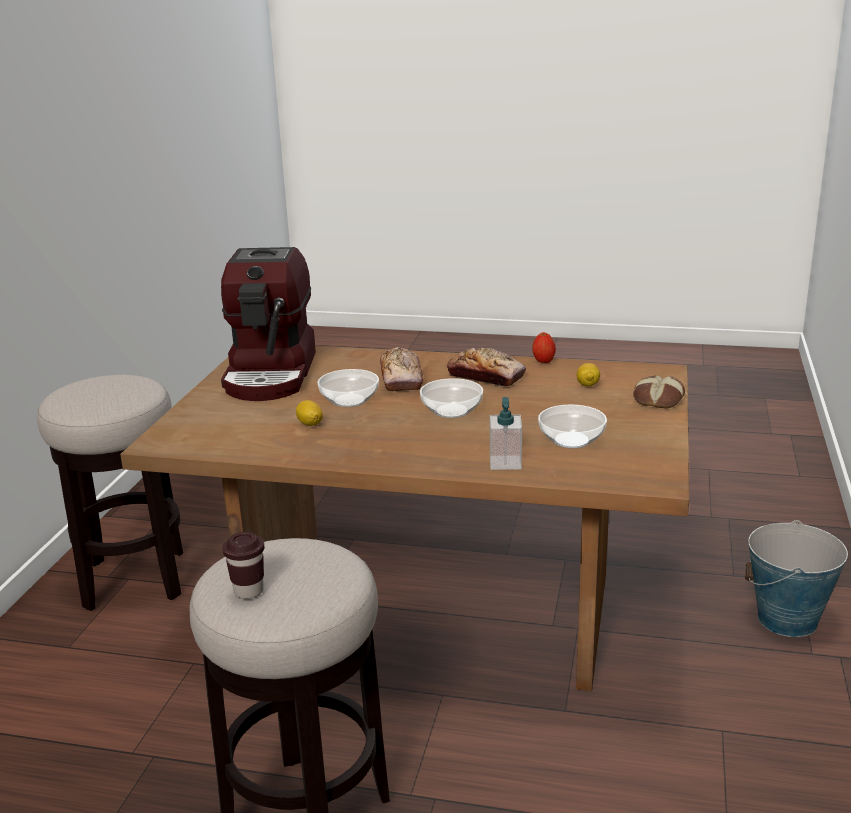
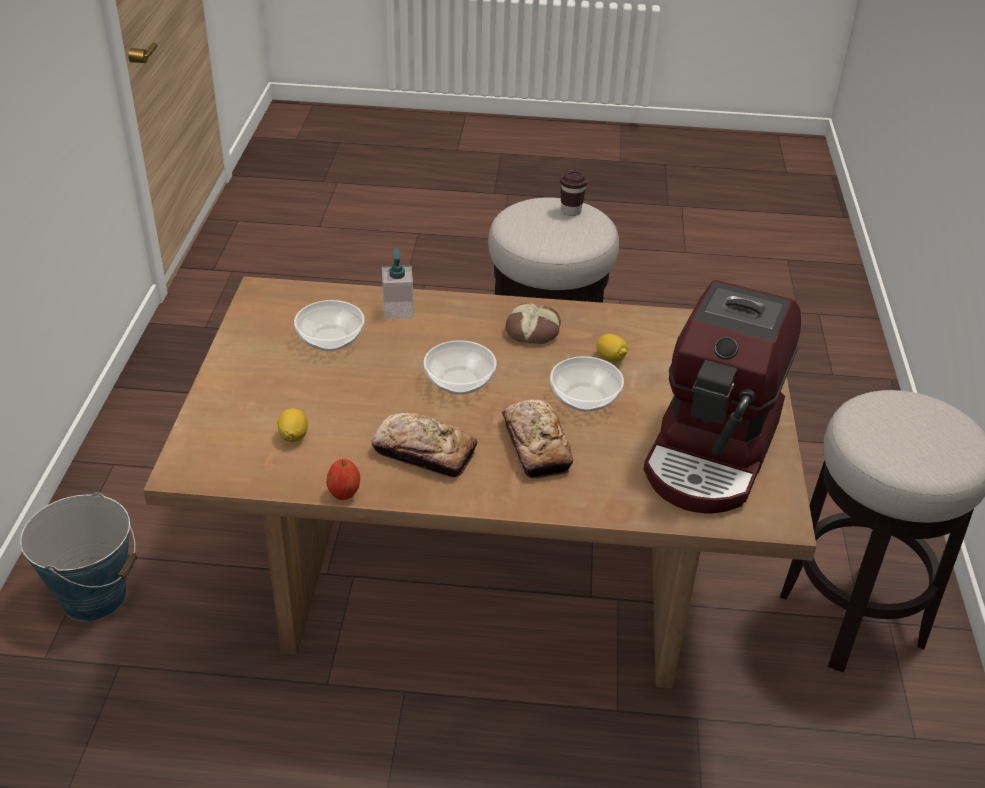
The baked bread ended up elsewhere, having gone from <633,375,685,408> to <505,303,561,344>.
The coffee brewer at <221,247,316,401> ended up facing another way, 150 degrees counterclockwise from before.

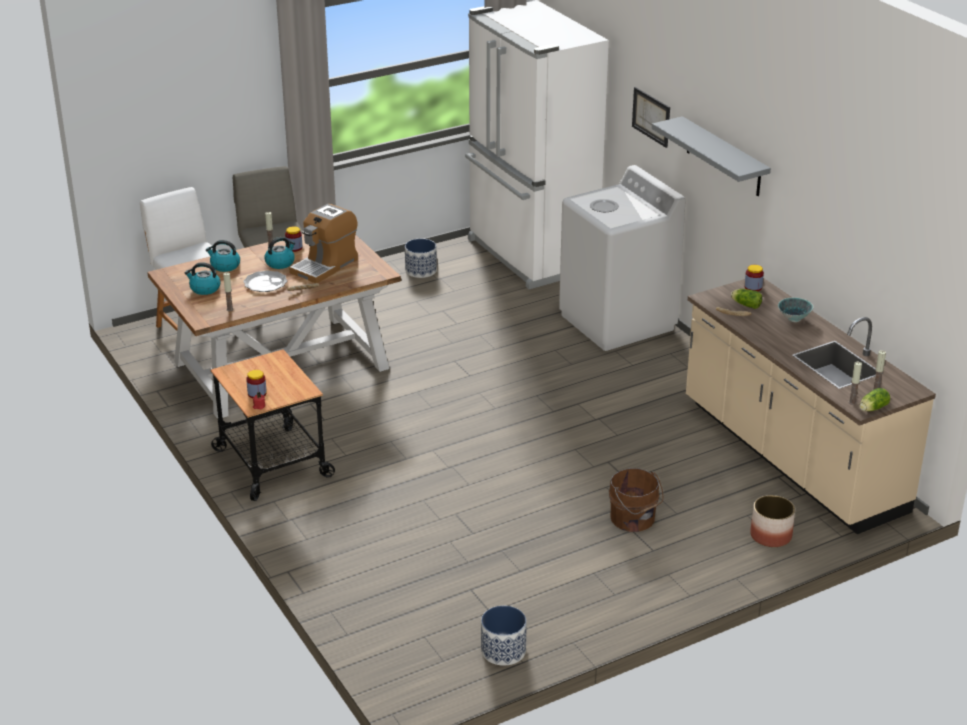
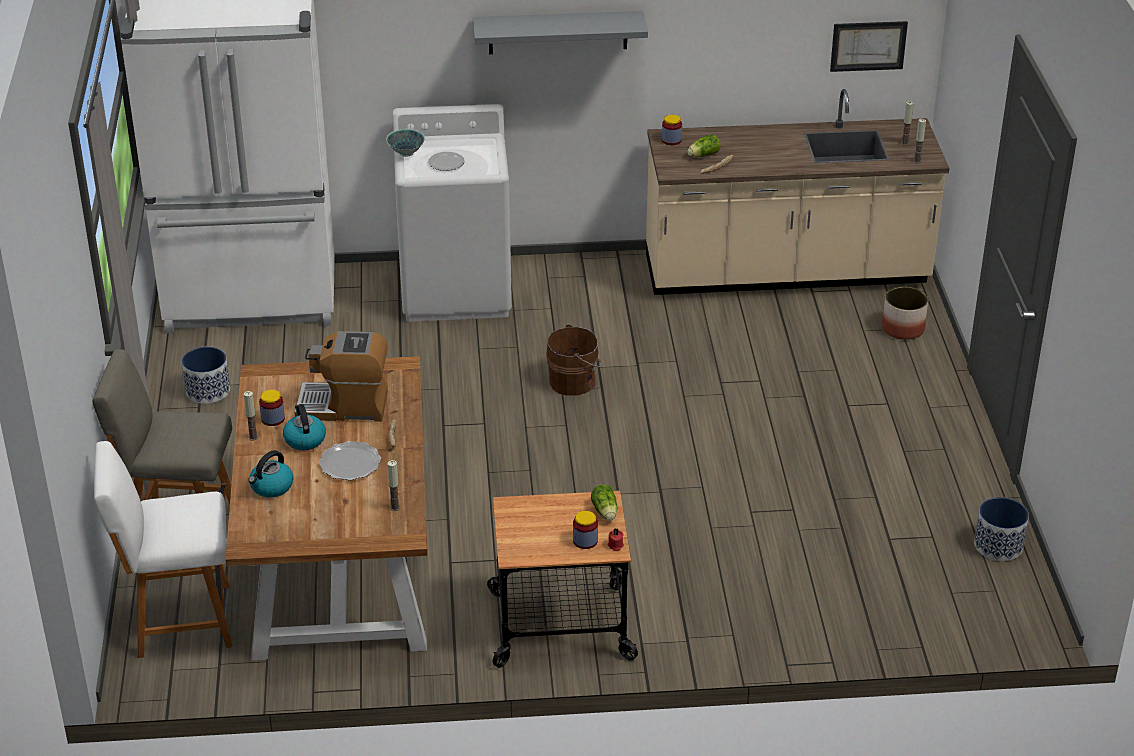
The coffee brewer at <289,204,358,283> ended up facing another way, 120 degrees clockwise from before.
The deep dish ended up elsewhere, having gone from <778,297,813,322> to <386,129,425,157>.
The water bucket in brown ended up elsewhere, having gone from <609,468,663,532> to <546,325,601,396>.
The lettuce ended up elsewhere, having gone from <860,388,890,411> to <591,484,618,521>.
The wall art ended up elsewhere, having gone from <632,87,670,148> to <830,21,908,72>.
The second view lost the water kettle at <185,262,221,295>.

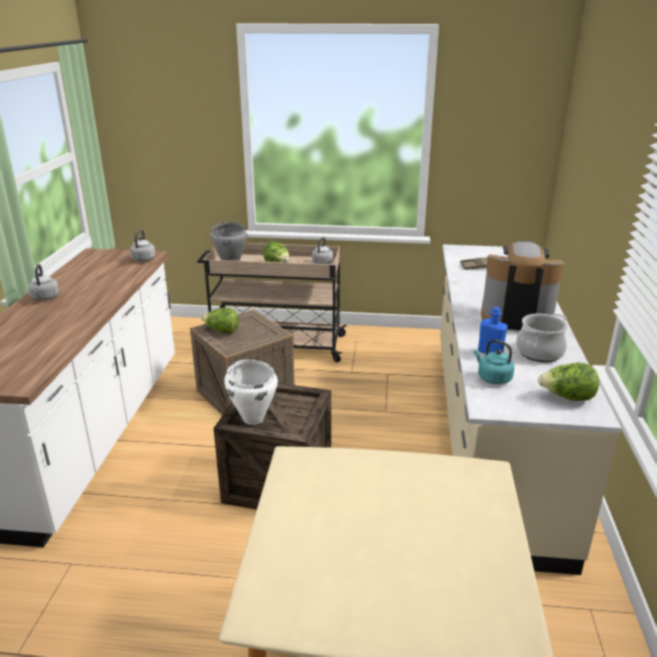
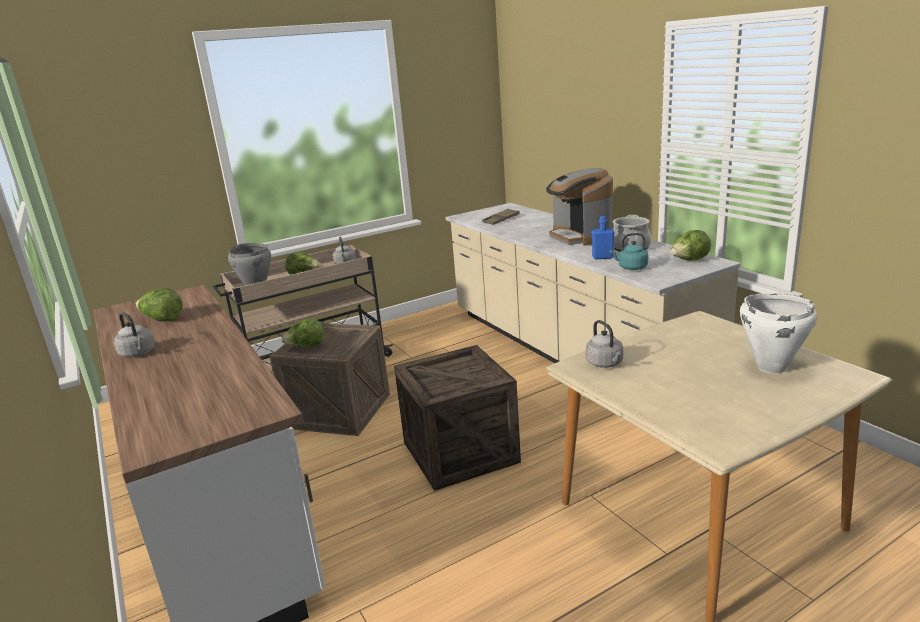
The second view gained the lettuce at <136,288,183,322>.
The coffee brewer at <481,240,564,330> ended up facing another way, 90 degrees counterclockwise from before.
The water kettle in gray ended up elsewhere, having gone from <130,230,155,262> to <586,320,623,368>.
The stockpot in white ended up elsewhere, having gone from <224,360,278,425> to <740,293,817,374>.

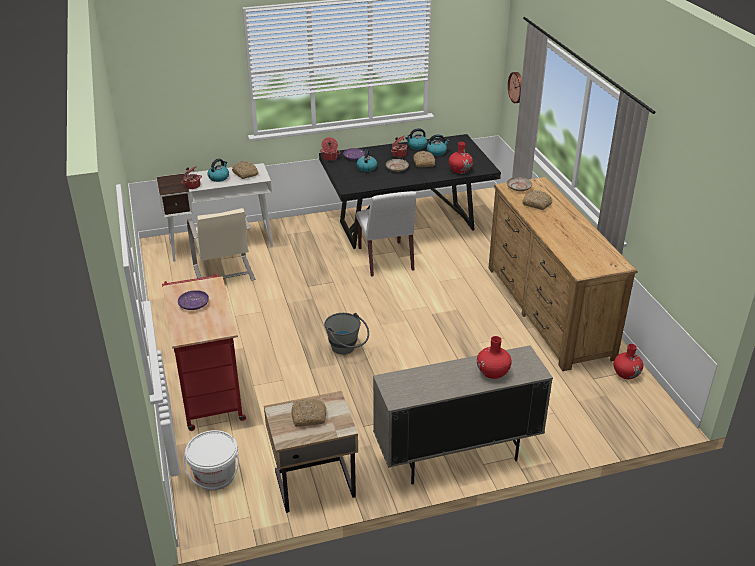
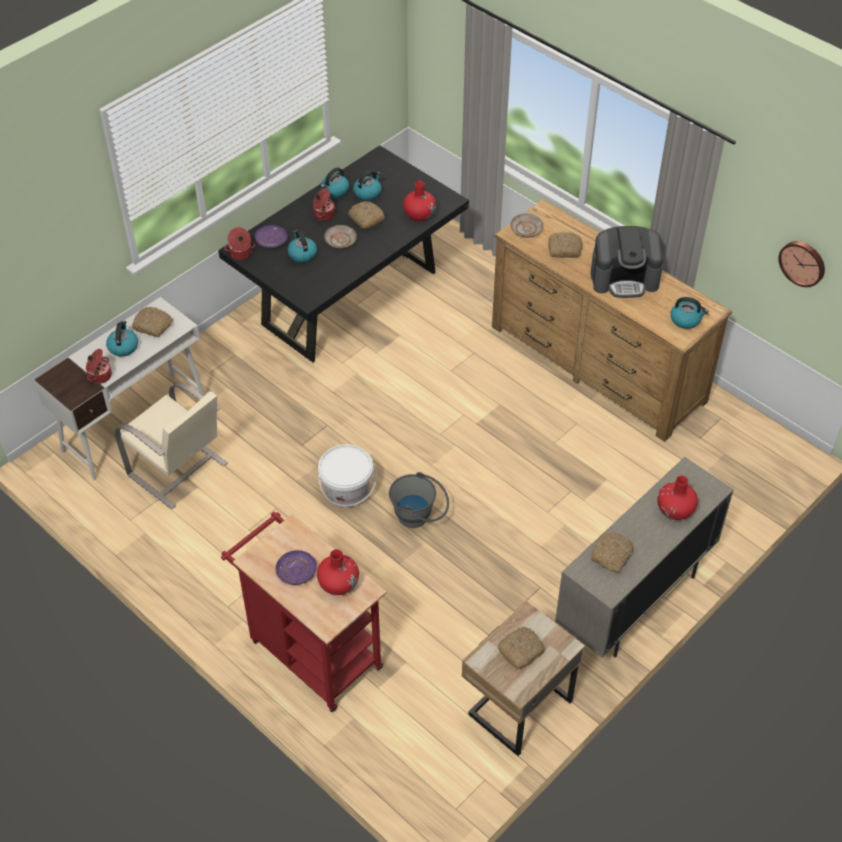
The vase in red-coloured ended up elsewhere, having gone from <614,344,643,379> to <317,549,359,595>.
The water bucket in white ended up elsewhere, having gone from <183,430,239,491> to <318,444,377,507>.
The second view gained the coffee brewer at <591,226,663,298>.
The second view gained the baked bread at <591,532,634,573>.
The second view gained the water kettle at <670,297,709,329>.
The clock on the wall ended up elsewhere, having gone from <508,72,522,103> to <778,241,825,287>.
The second view lost the chair in white at <356,191,416,277>.

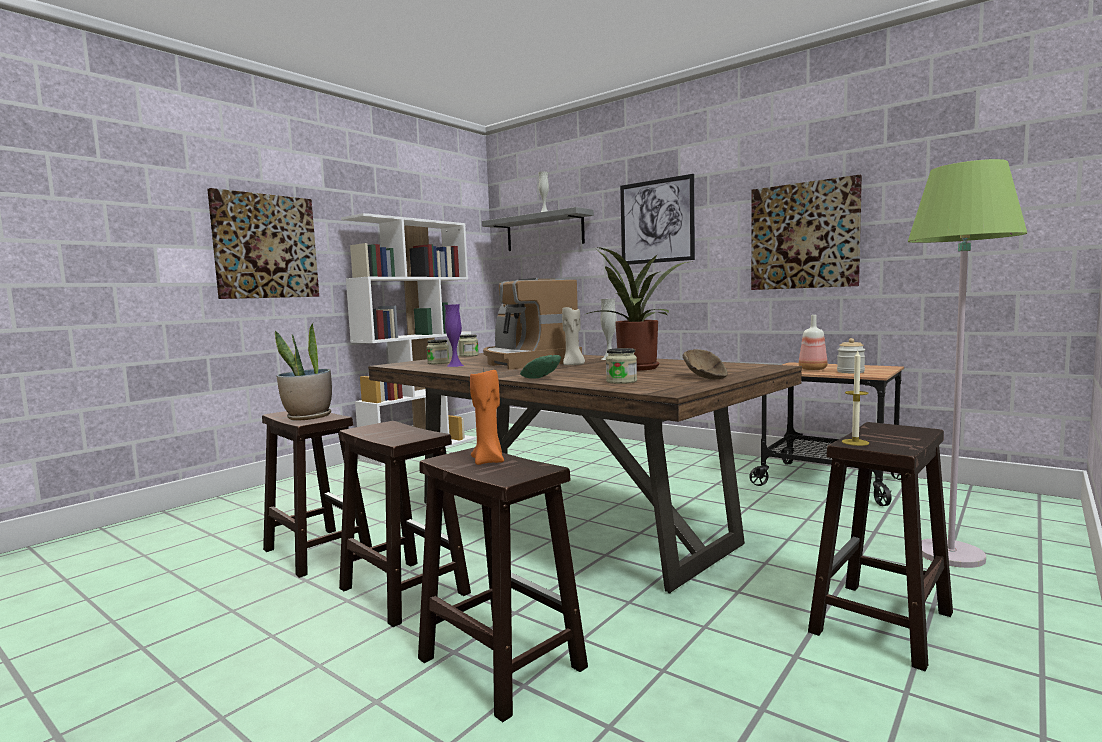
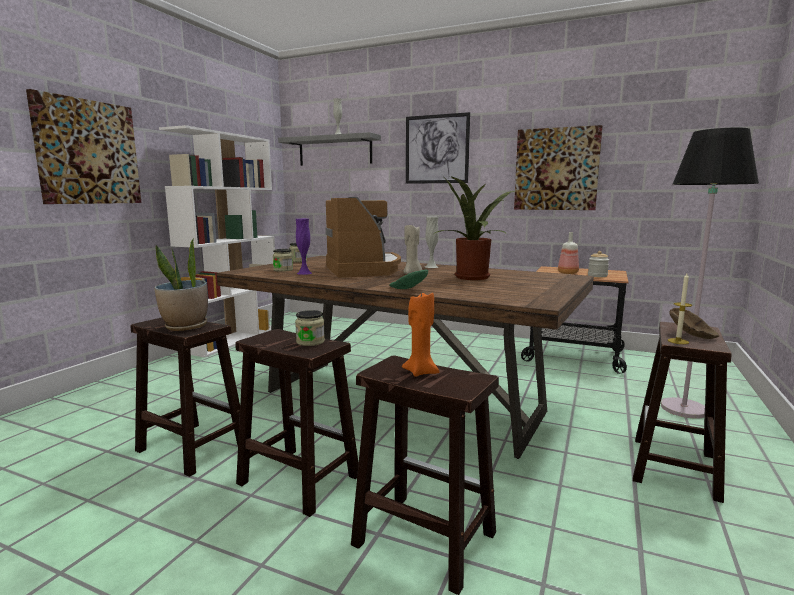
The storage jar ended up elsewhere, having gone from <606,348,637,384> to <295,310,325,346>.
The coffee brewer at <483,278,582,370> ended up facing another way, 150 degrees counterclockwise from before.
What was the standing lamp in greenish at <908,159,1027,568> turned into the standing lamp in black at <661,127,759,419>.
The deep dish in brown ended up elsewhere, having gone from <683,349,728,380> to <669,308,719,339>.

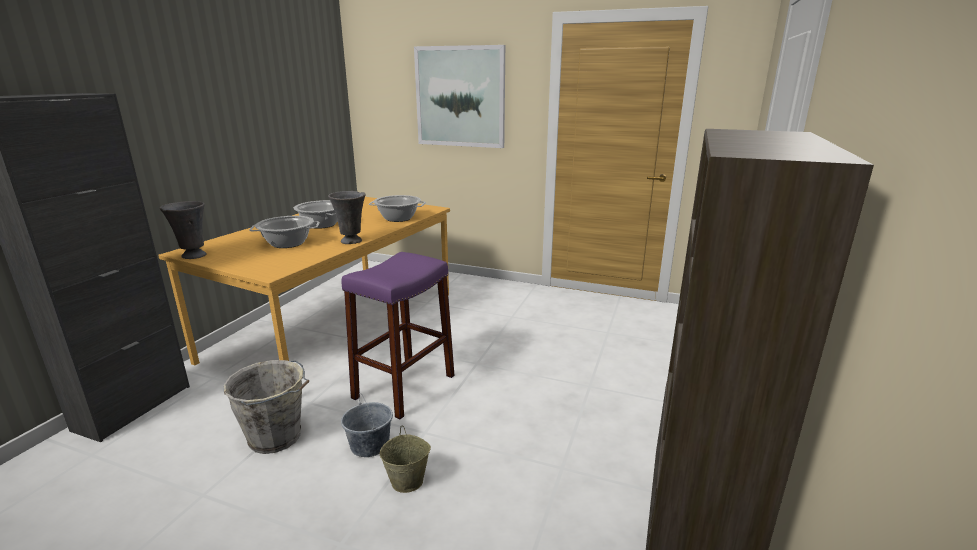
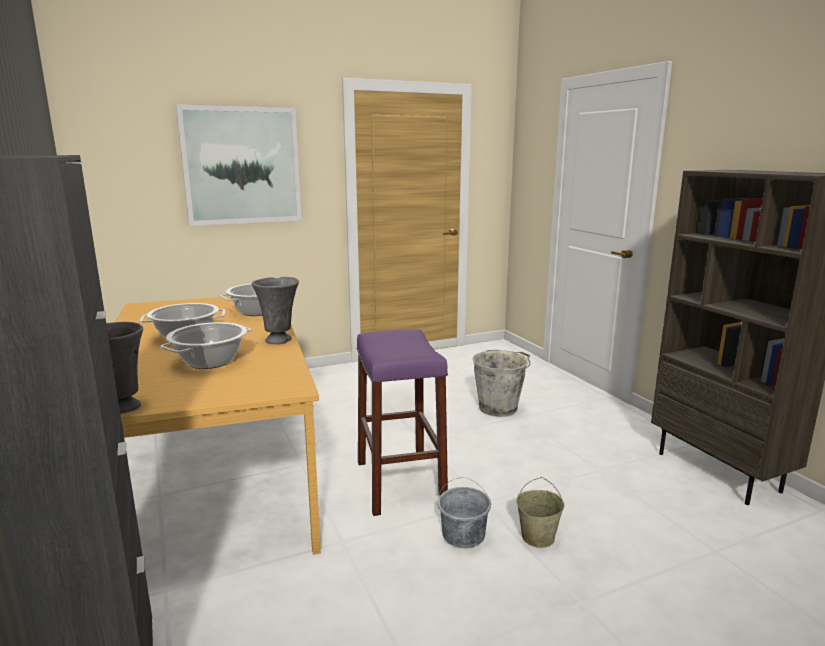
The water bucket in gray ended up elsewhere, having gone from <223,360,309,454> to <472,350,530,417>.

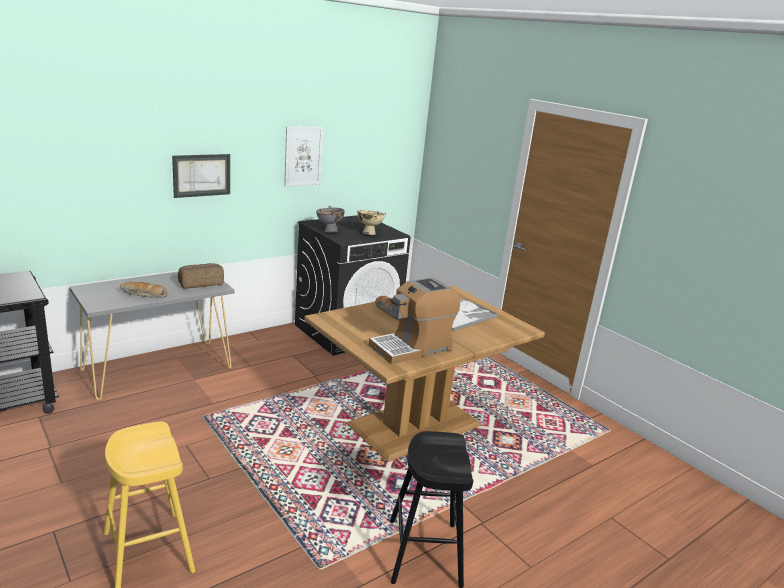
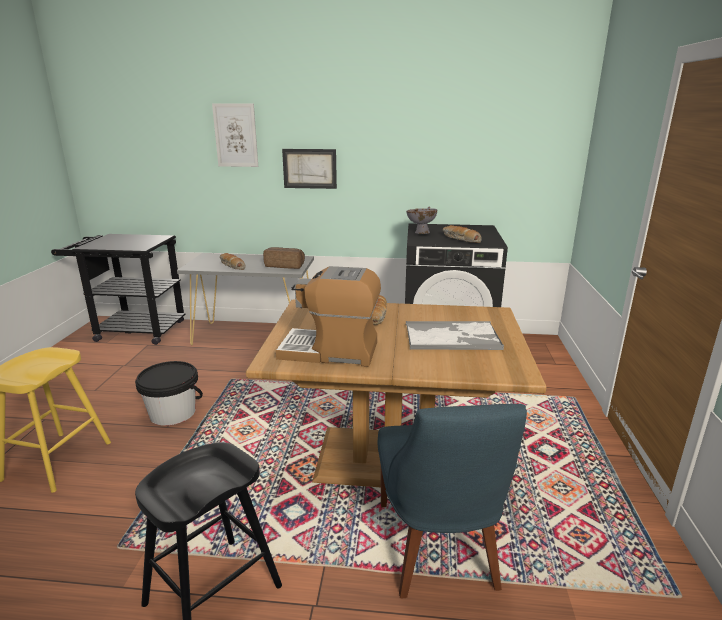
The second view gained the water bucket in black at <135,361,203,426>.
The wall art ended up elsewhere, having gone from <284,126,323,187> to <212,104,258,167>.
The second view gained the chair in bluish at <378,404,527,598>.
Where the deep dish in beige-coloured stood at <357,210,386,235>, the baked bread came to stand at <443,225,482,243>.

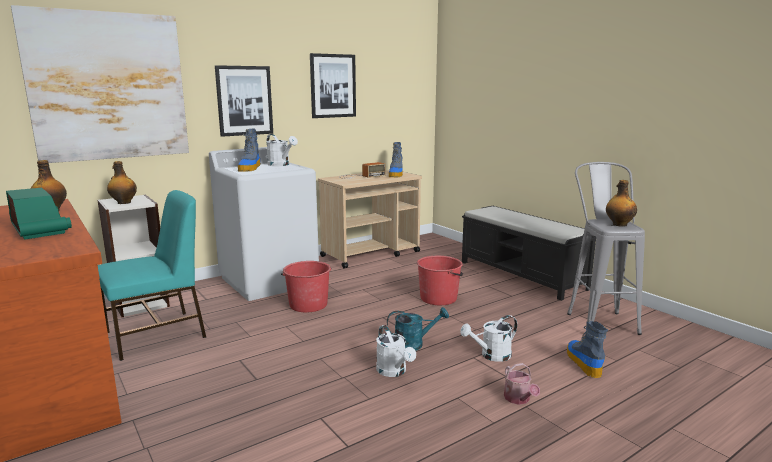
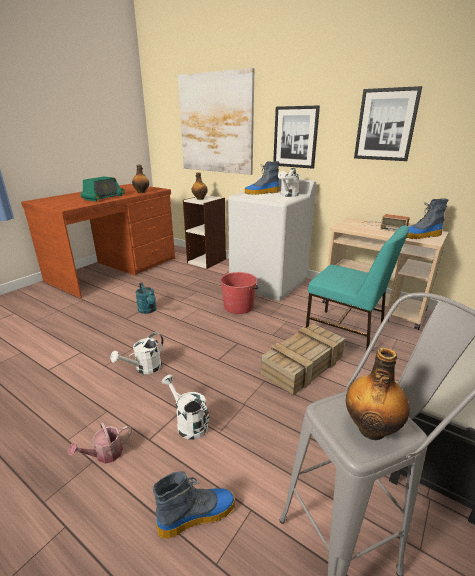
The sprinkling can in turquoise ended up elsewhere, having gone from <387,307,449,351> to <135,283,157,314>.
Where the water bucket in red-coloured stood at <417,256,463,305>, the shipping crate came to stand at <261,324,345,395>.
The chair in turquoise ended up elsewhere, having gone from <98,190,206,361> to <306,226,409,350>.

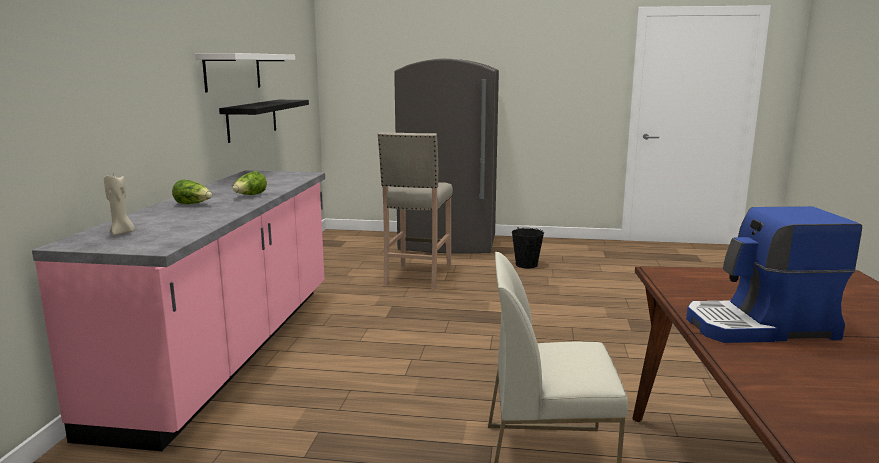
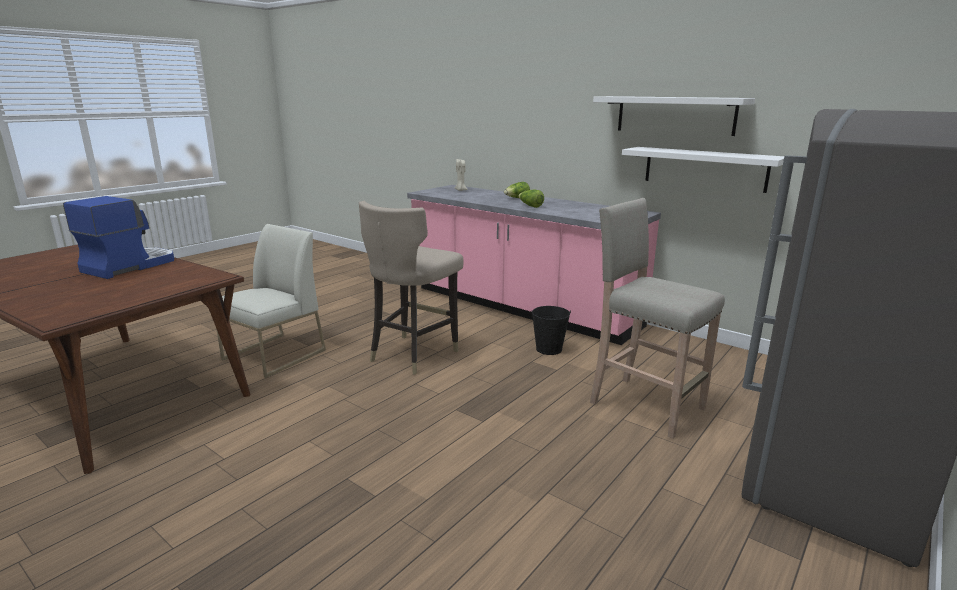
The second view gained the stool seat in beige-coloured at <359,201,464,375>.
The water bucket in black ended up elsewhere, having gone from <512,227,544,268> to <532,306,571,355>.
What was the wall shelf in black at <219,100,309,143> turned into the wall shelf in white at <622,147,784,193>.

